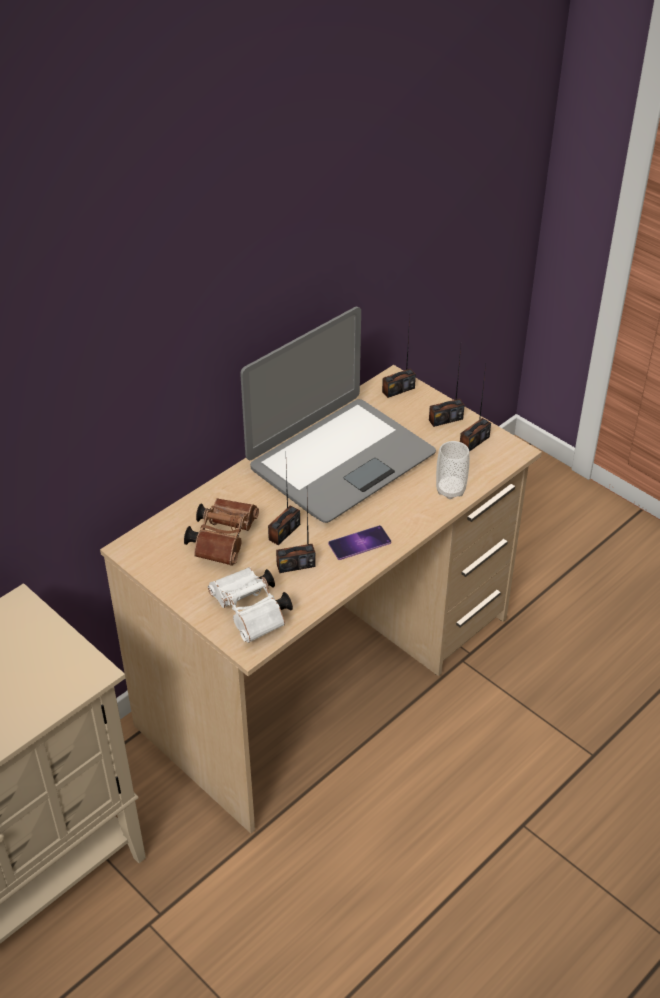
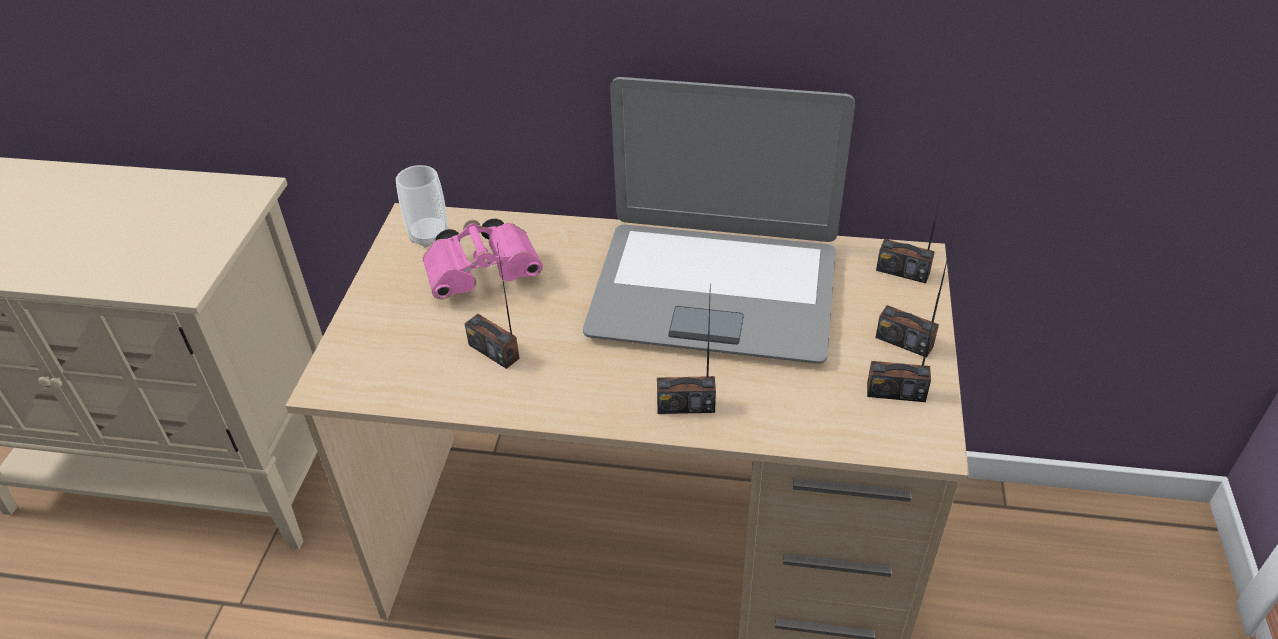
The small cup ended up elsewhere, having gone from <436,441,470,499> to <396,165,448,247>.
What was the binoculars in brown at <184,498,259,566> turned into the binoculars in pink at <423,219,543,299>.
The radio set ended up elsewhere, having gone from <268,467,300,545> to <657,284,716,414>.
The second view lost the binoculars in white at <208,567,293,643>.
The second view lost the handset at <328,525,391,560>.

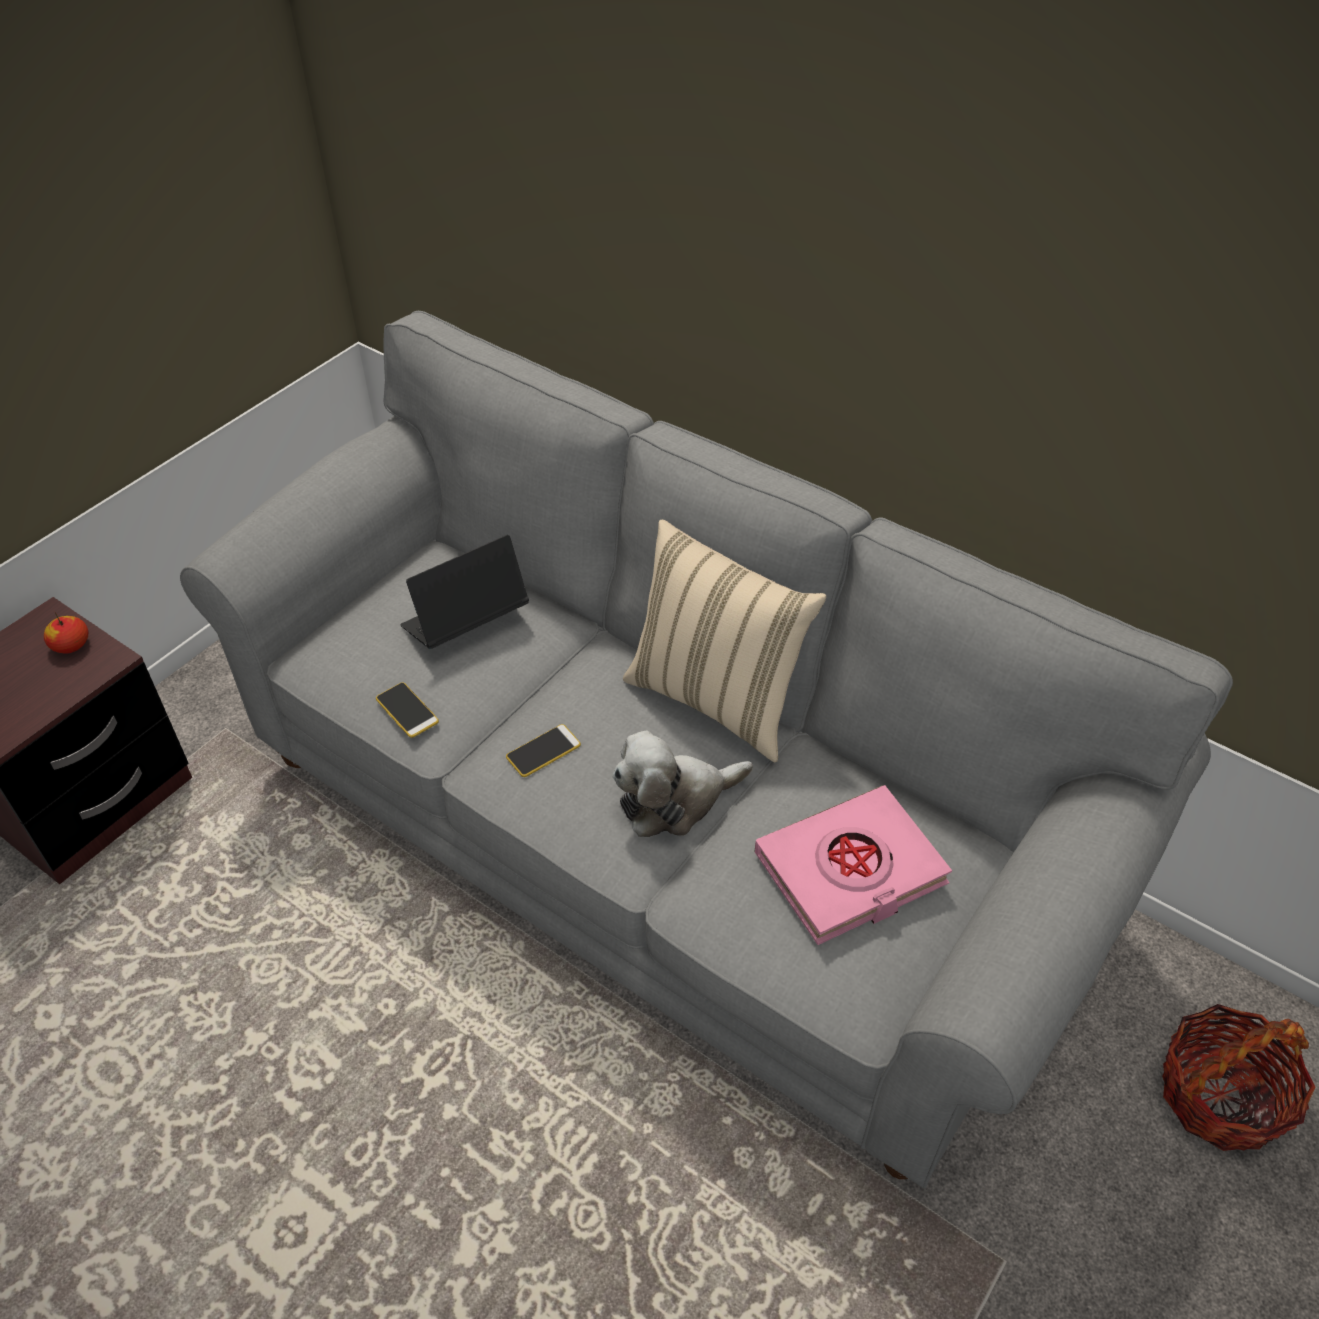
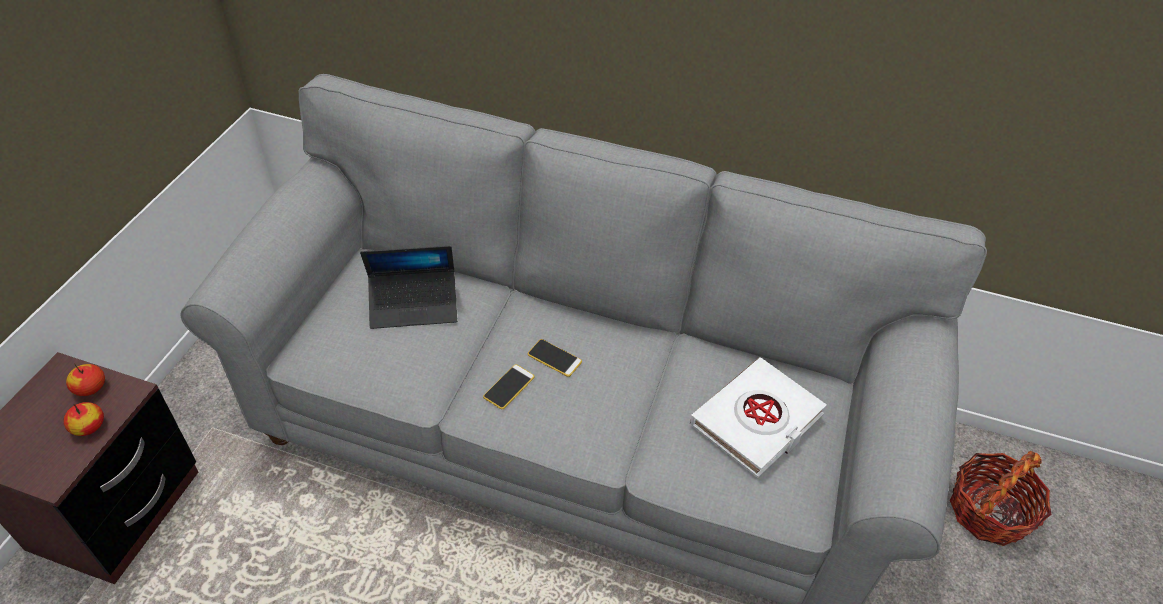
The second view gained the apple fruit at <64,402,104,436>.
The portable computer at <400,535,529,649> ended up facing another way, 135 degrees counterclockwise from before.
The handset ended up elsewhere, having gone from <376,682,439,738> to <528,339,582,377>.
What was the book in pink at <755,785,952,945> turned into the book in white at <690,357,827,478>.
The second view lost the soft toy at <612,731,753,837>.
The second view lost the throw pillow in beige-coloured at <623,520,826,763>.

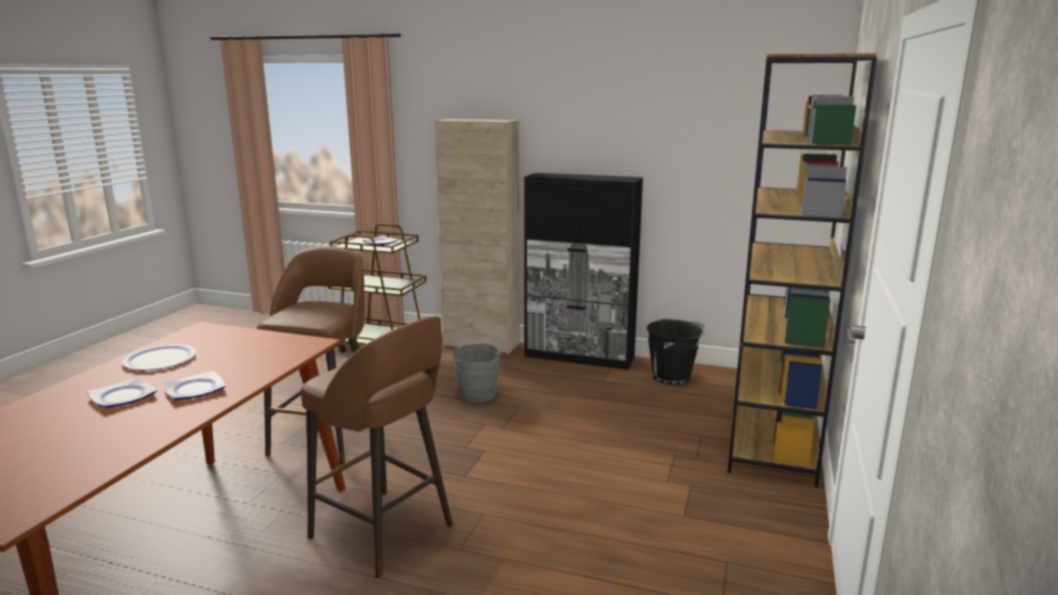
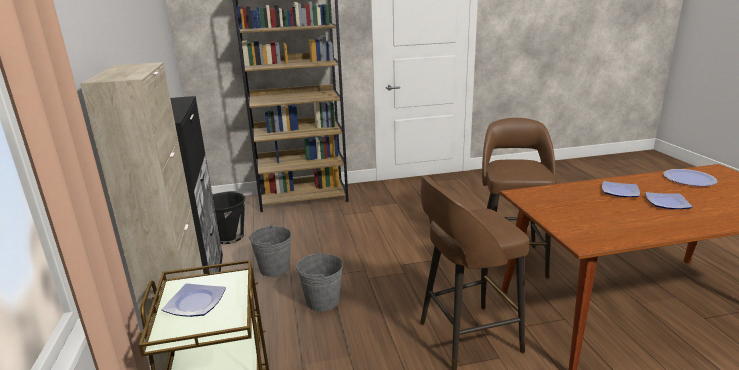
The second view gained the water bucket in gray at <249,224,291,277>.
The flat dish ended up elsewhere, having gone from <122,344,197,371> to <663,169,717,186>.

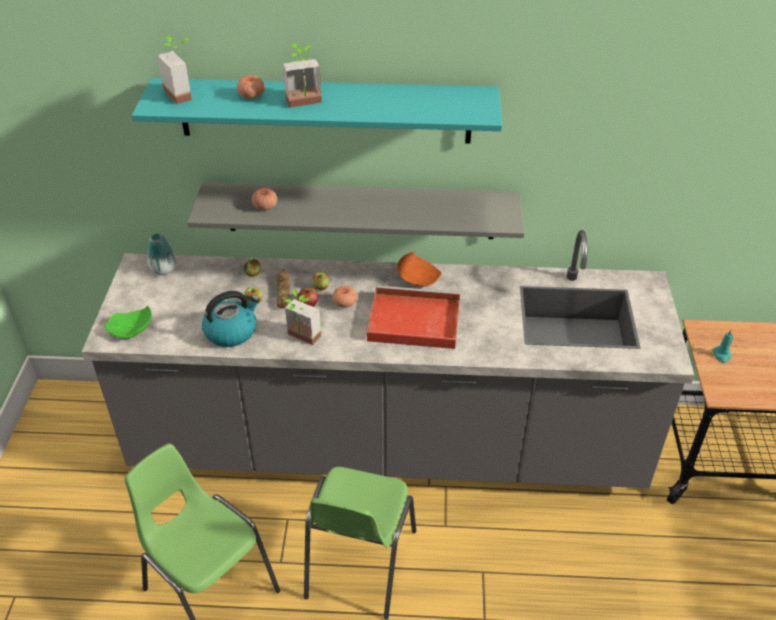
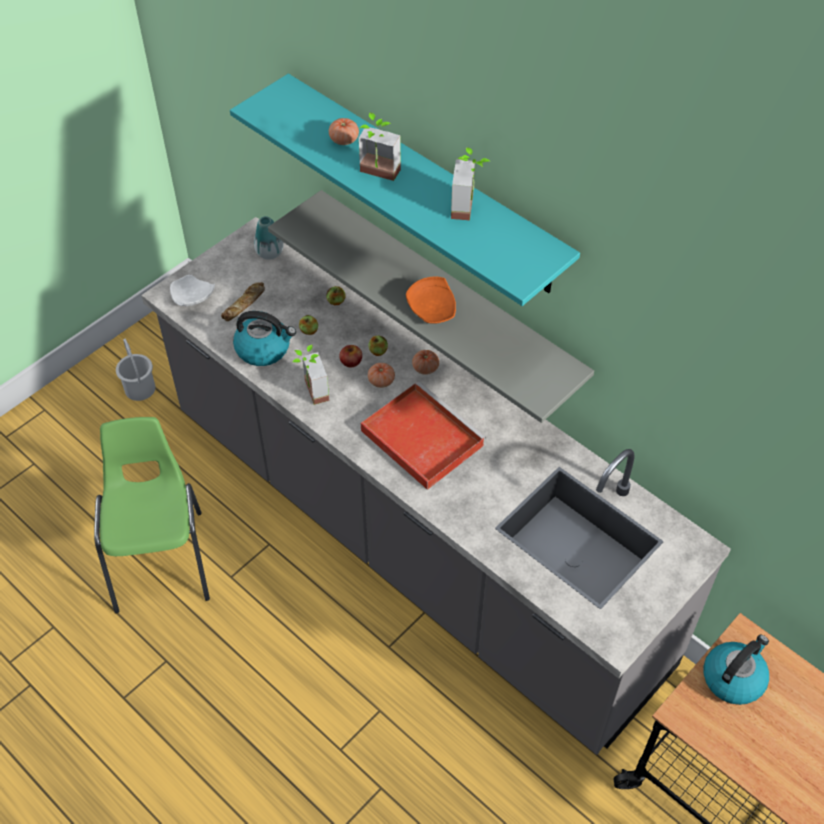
The second view gained the water bucket in white at <116,339,156,401>.
What was the flat dish in greenish at <105,306,152,339> turned into the flat dish in white at <170,275,215,306>.
The baked bread ended up elsewhere, having gone from <276,269,290,308> to <221,282,265,321>.
The flat dish in orange-coloured ended up elsewhere, having gone from <397,252,442,287> to <406,277,456,324>.
The fresh tomato ended up elsewhere, having gone from <252,188,277,210> to <412,350,439,375>.
The plant in a pot ended up elsewhere, having gone from <157,36,192,104> to <451,147,490,220>.
Where the candle in turquoise stood at <712,330,733,363>, the water kettle came to stand at <704,635,769,705>.
The second view lost the chair in greenish at <304,467,416,620>.

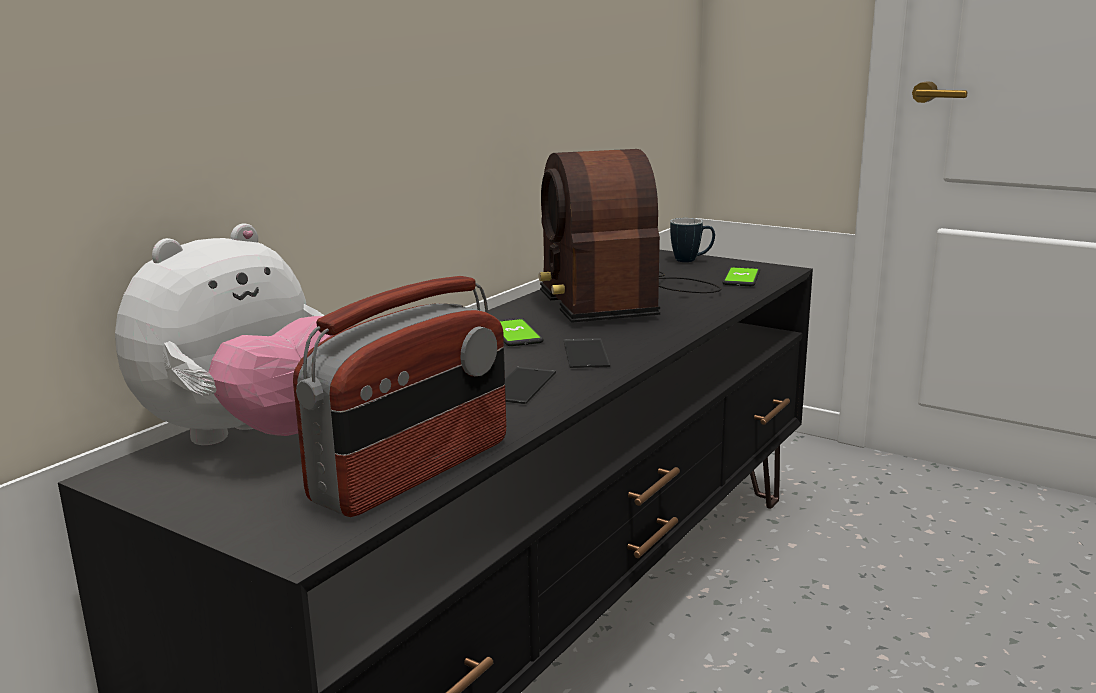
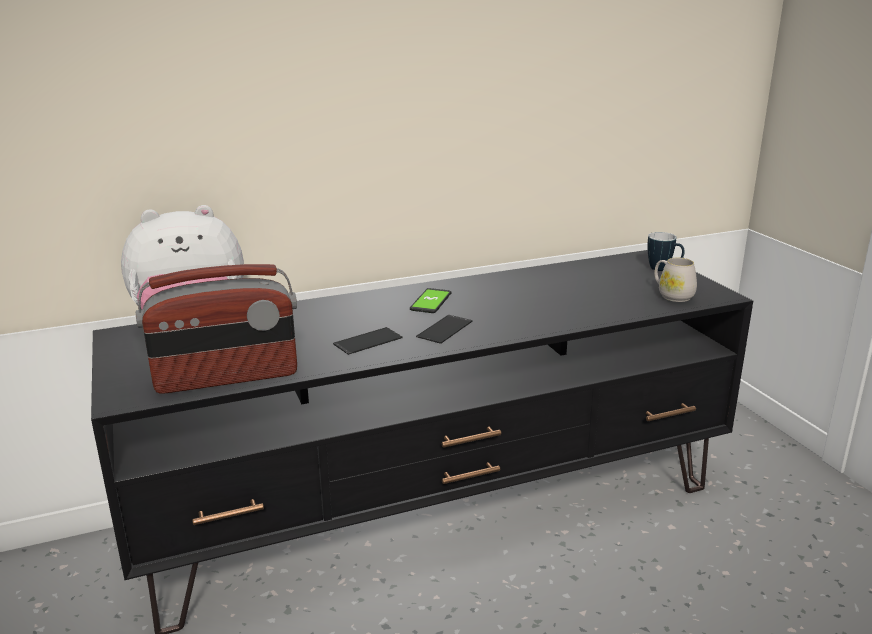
Where the handset stood at <722,266,760,286>, the coffee mug in white came to stand at <654,258,697,302>.
The second view lost the radio set at <538,149,721,323>.

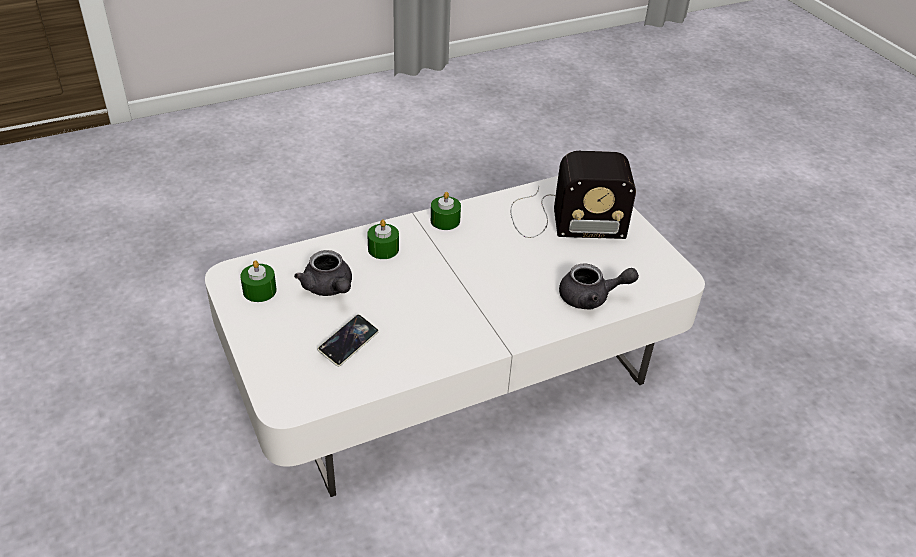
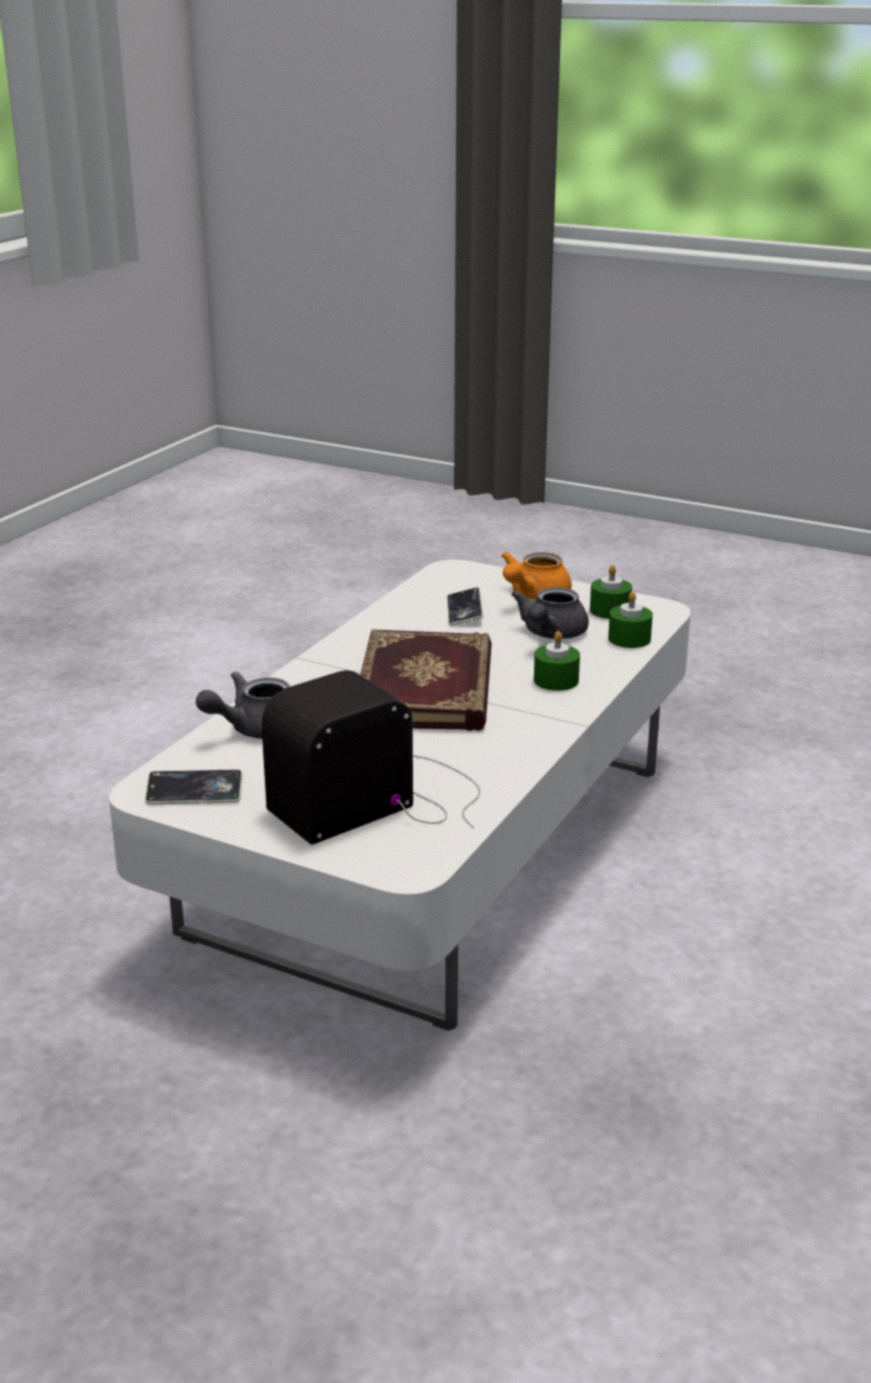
The second view gained the handset at <145,770,242,804>.
The second view gained the book at <360,629,492,731>.
The second view gained the tea pot in orange-coloured at <501,552,572,600>.
The tea pot in gray at <294,250,352,296> ended up facing another way, 90 degrees counterclockwise from before.
The candle in greenish ended up elsewhere, having gone from <431,192,461,230> to <608,592,653,648>.

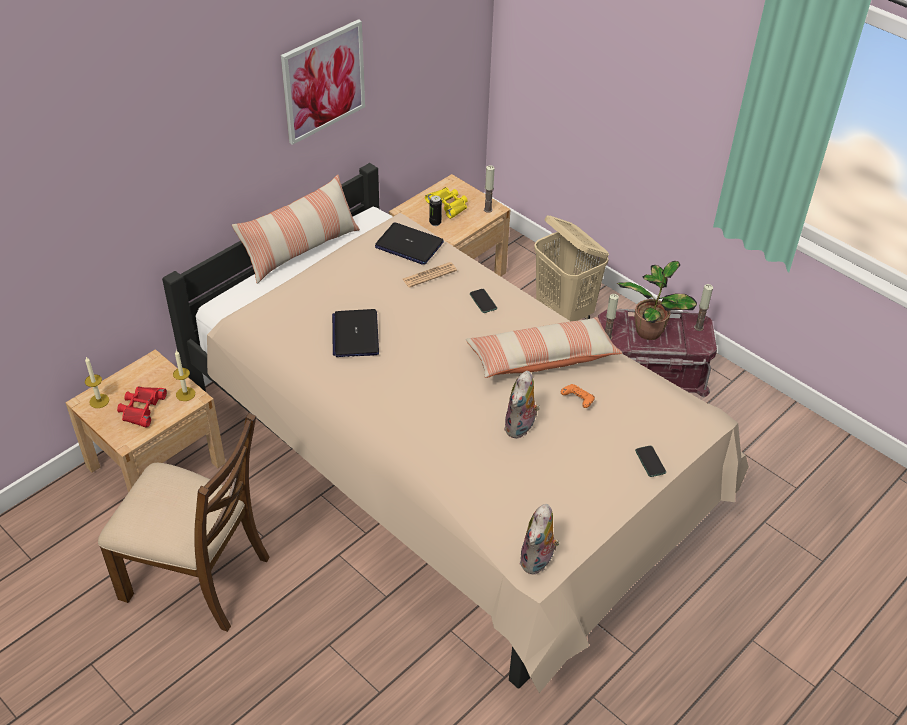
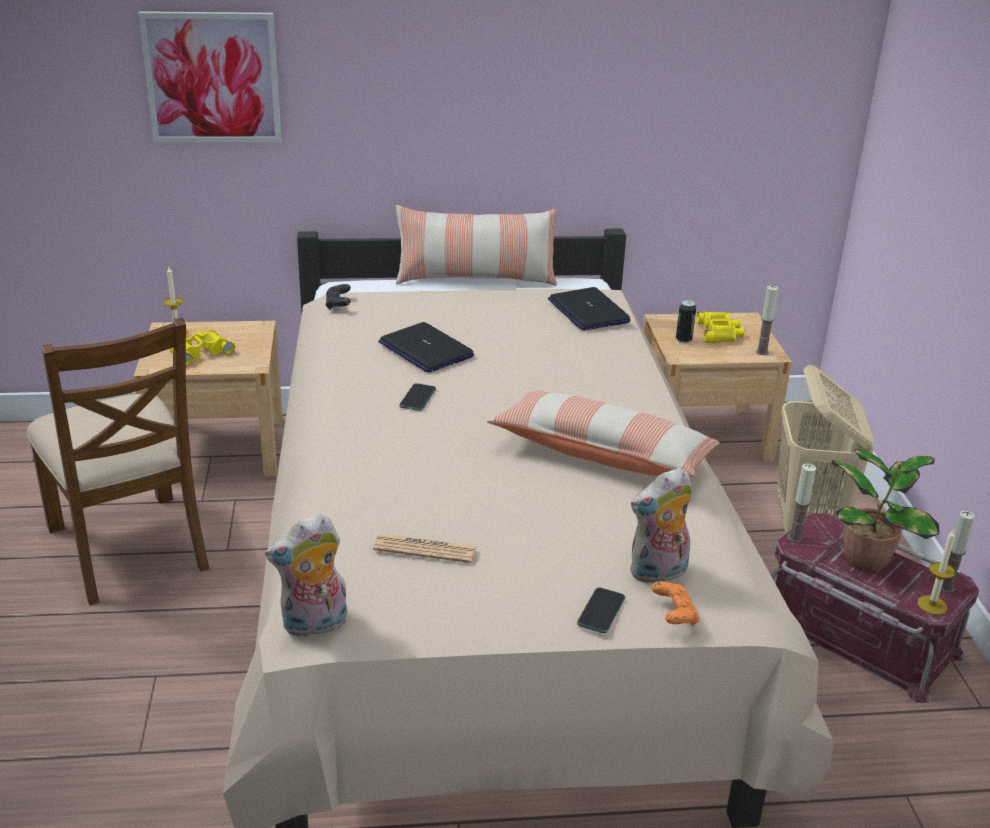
The wall art ended up elsewhere, having gone from <281,19,365,145> to <138,11,281,142>.
What was the binoculars in red-coloured at <117,387,167,428> turned into the binoculars in yellowish at <170,330,235,366>.
The second view gained the gamepad in black at <325,284,351,310>.
The daily paper ended up elsewhere, having gone from <402,262,457,288> to <373,534,477,563>.
The portable computer at <332,309,379,357> ended up facing another way, 75 degrees counterclockwise from before.
The handset ended up elsewhere, having gone from <470,289,497,313> to <399,383,436,411>.
The soft toy ended up elsewhere, having gone from <504,371,540,439> to <630,467,692,583>.
The gamepad in orange-coloured ended up elsewhere, having gone from <560,384,595,408> to <651,581,700,626>.
The candle ended up elsewhere, having gone from <173,350,195,401> to <917,528,955,615>.

